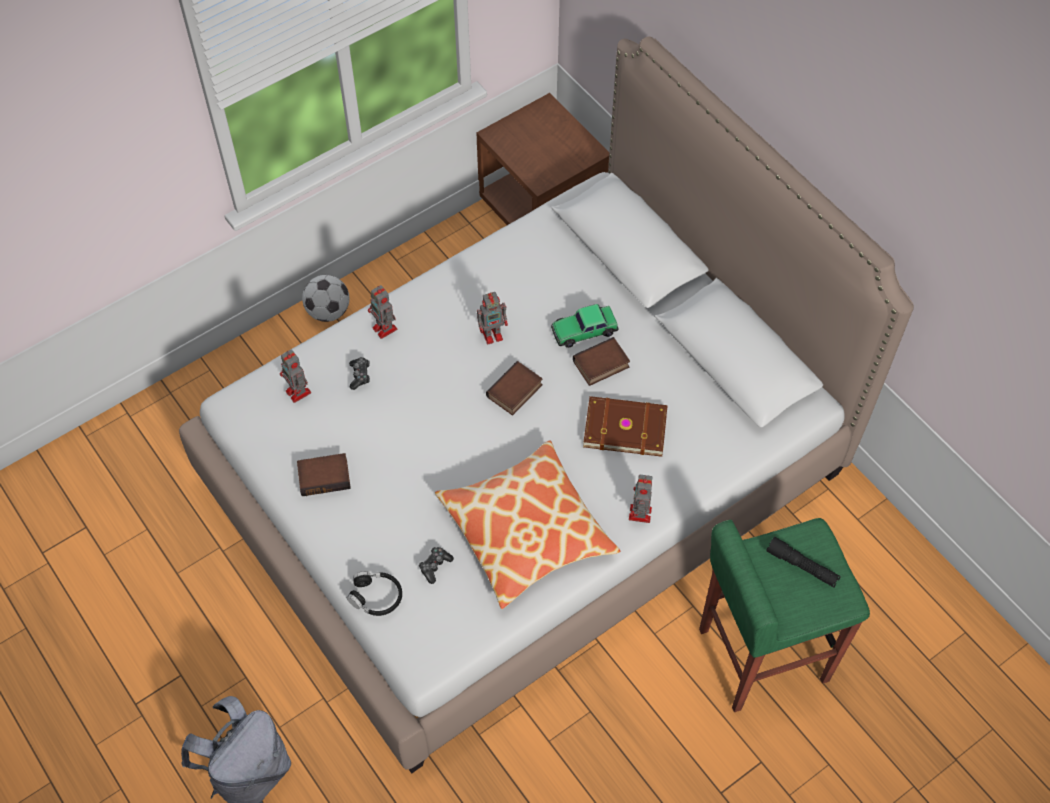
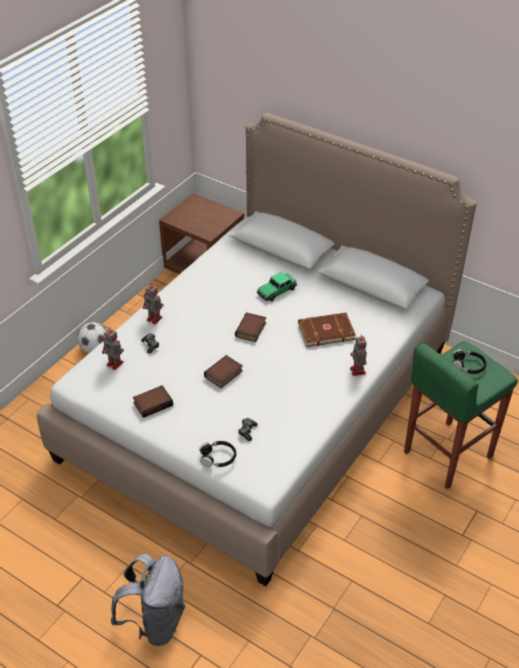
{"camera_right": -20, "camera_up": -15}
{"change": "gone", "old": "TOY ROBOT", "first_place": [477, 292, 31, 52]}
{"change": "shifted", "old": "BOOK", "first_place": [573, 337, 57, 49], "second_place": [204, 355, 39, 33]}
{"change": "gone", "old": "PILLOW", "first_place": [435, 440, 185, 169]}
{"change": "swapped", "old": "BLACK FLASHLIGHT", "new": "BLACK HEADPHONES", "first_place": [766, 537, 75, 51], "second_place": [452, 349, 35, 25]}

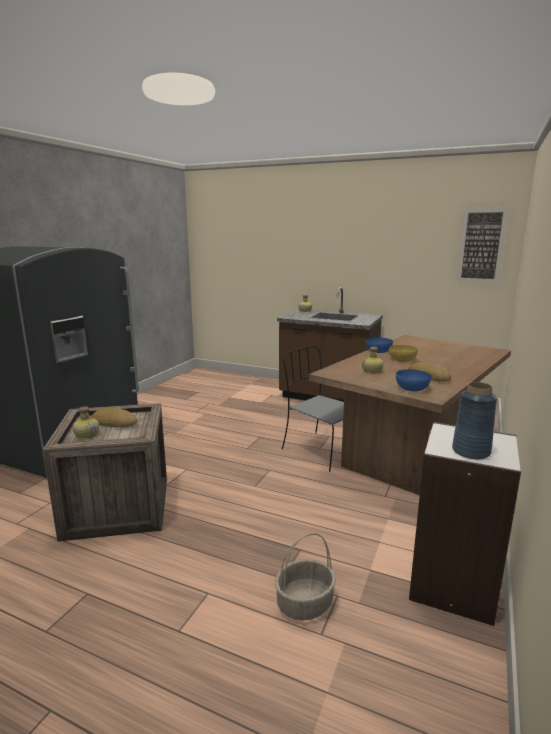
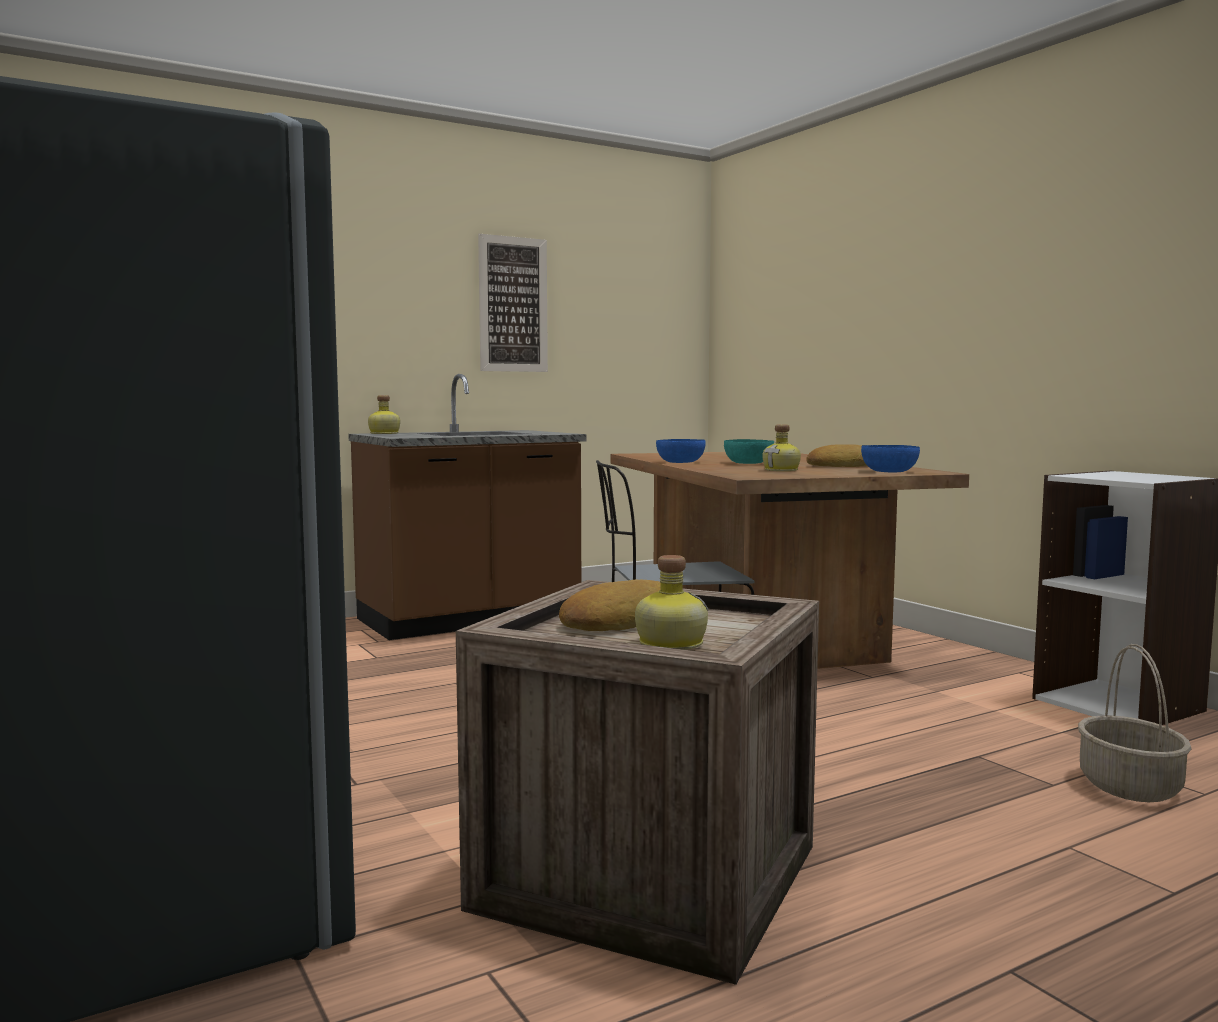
{"camera_right": -55, "camera_up": -10}
{"change": "shifted", "old": "PICTURE", "first_place": [456, 207, 53, 77], "second_place": [478, 234, 70, 138]}
{"change": "repainted", "old": "YELLOW BOWL", "new": "TURQUOISE BOWL", "first_place": [389, 345, 29, 17], "second_place": [724, 439, 50, 25]}
{"change": "gone", "old": "BLUE VASE", "first_place": [452, 382, 45, 77]}

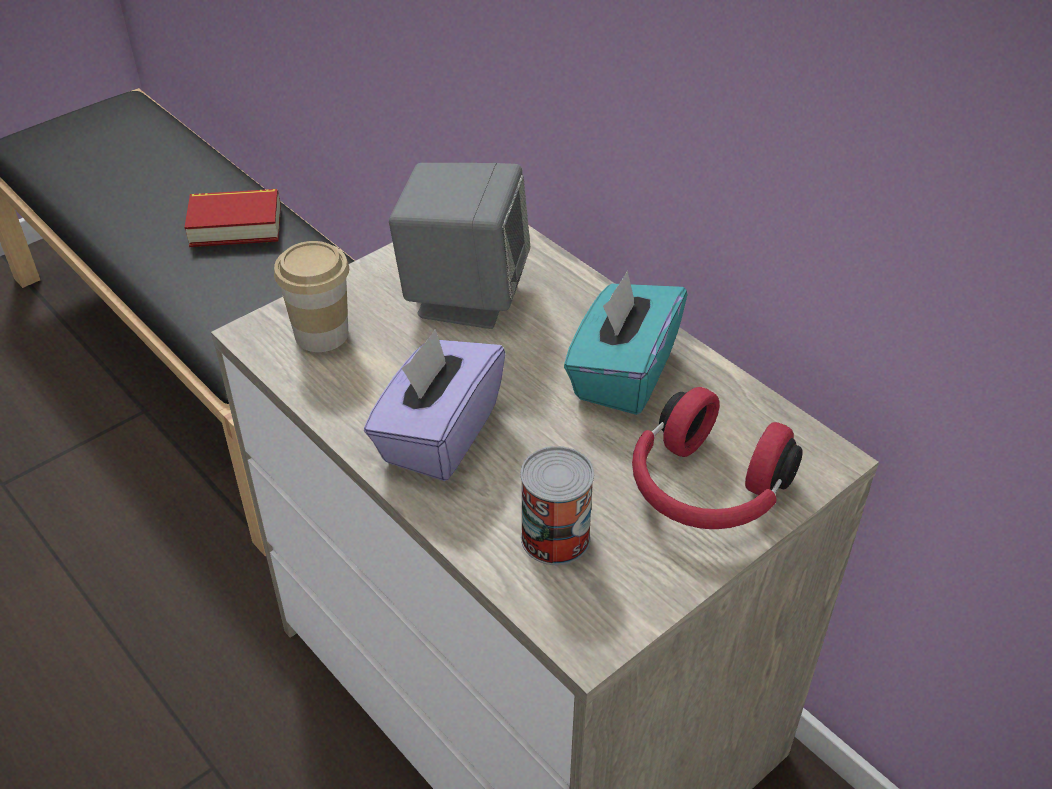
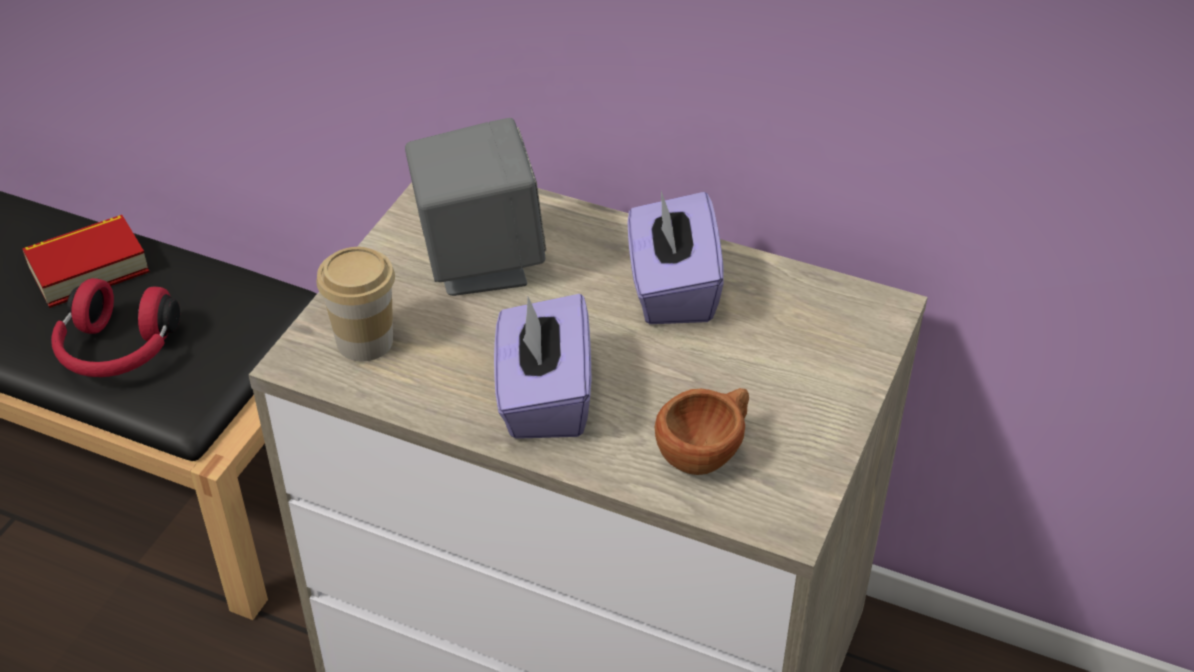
{"camera_right": -25, "camera_up": 0}
{"change": "repainted", "old": "TURQUOISE TISSUE BOX", "new": "PURPLE TISSUE BOX", "first_place": [564, 271, 123, 144], "second_place": [628, 191, 96, 133]}
{"change": "shifted", "old": "RED HEADPHONES", "first_place": [632, 387, 171, 142], "second_place": [51, 278, 129, 99]}
{"change": "swapped", "old": "CAN", "new": "BROWN CUP", "first_place": [521, 446, 73, 119], "second_place": [655, 388, 94, 87]}

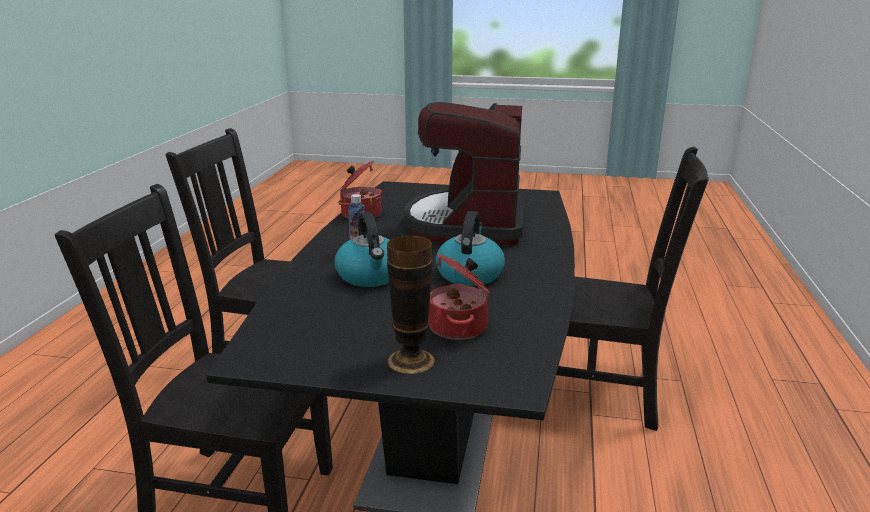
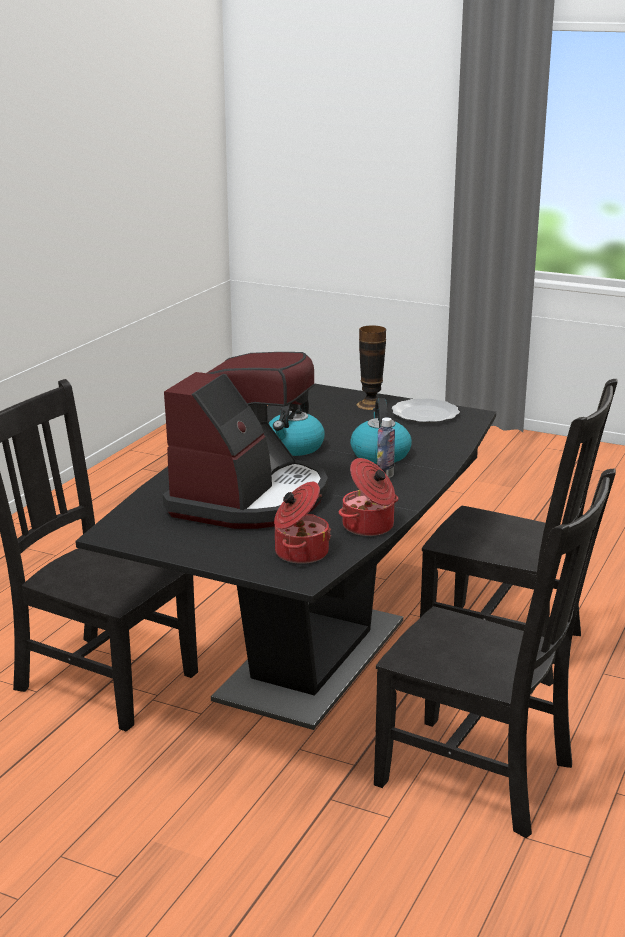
{"camera_right": -165, "camera_up": 0}
{"change": "shifted", "old": "COOKING POT", "first_place": [428, 254, 63, 86], "second_place": [274, 482, 57, 82]}
{"change": "new", "new": "PLATE", "second_place": [392, 399, 68, 24]}

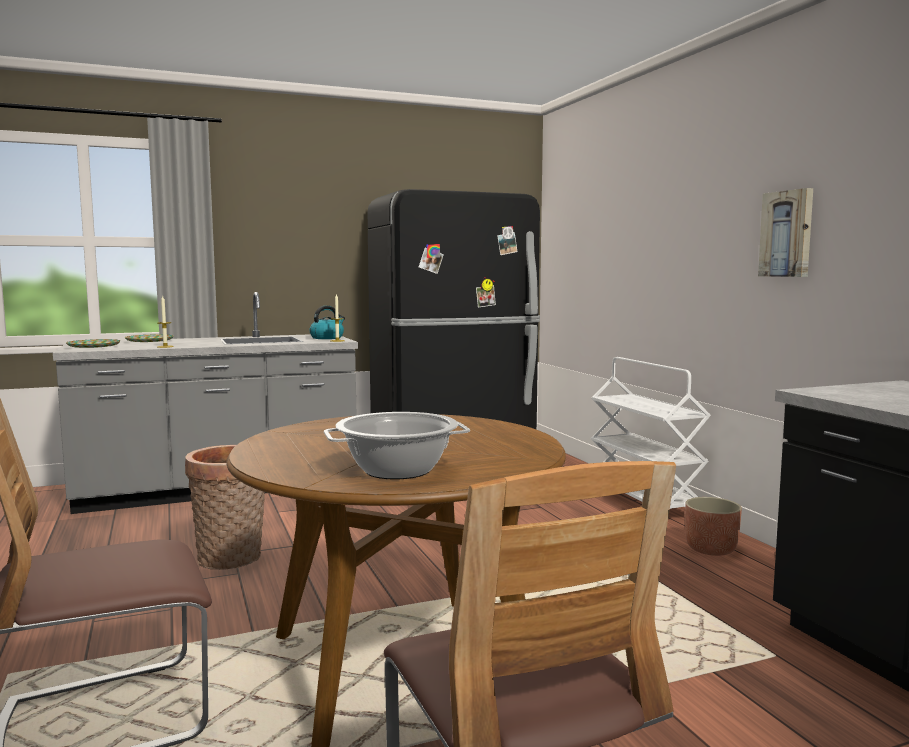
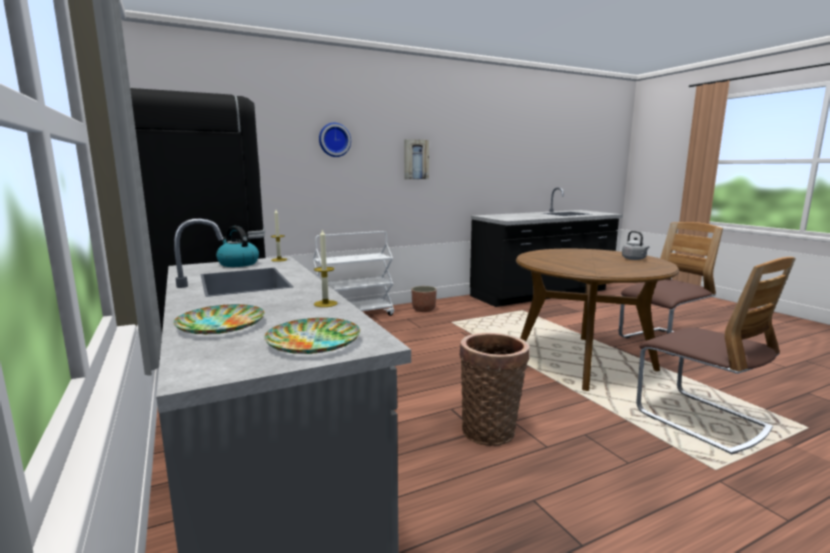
{"camera_right": -95, "camera_up": 5}
{"change": "swapped", "old": "COOKING POT", "new": "GREY KETTLE", "first_place": [324, 412, 146, 67], "second_place": [622, 231, 27, 29]}
{"change": "new", "new": "WALL CLOCK", "second_place": [319, 123, 32, 34]}

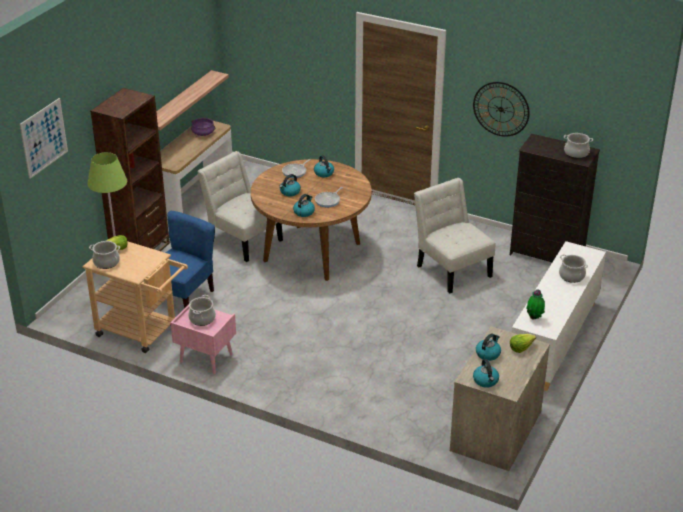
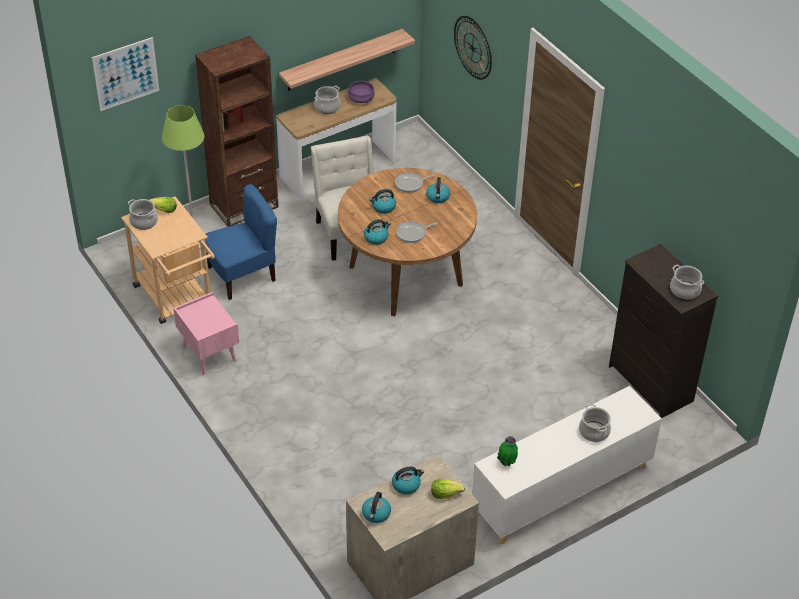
{"camera_right": 30, "camera_up": 10}
{"change": "shifted", "old": "WALL CLOCK", "first_place": [473, 82, 57, 55], "second_place": [454, 16, 38, 64]}
{"change": "gone", "old": "WHITE CHAIR", "first_place": [414, 178, 81, 116]}
{"change": "shifted", "old": "COOKING POT", "first_place": [188, 295, 28, 31], "second_place": [314, 86, 26, 28]}

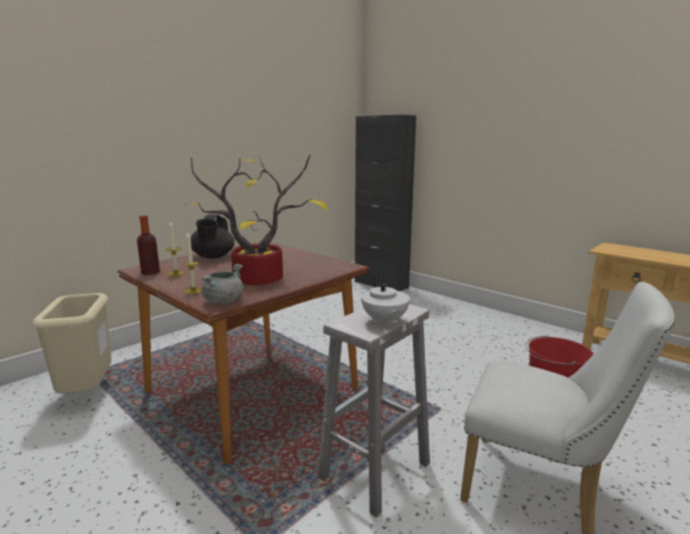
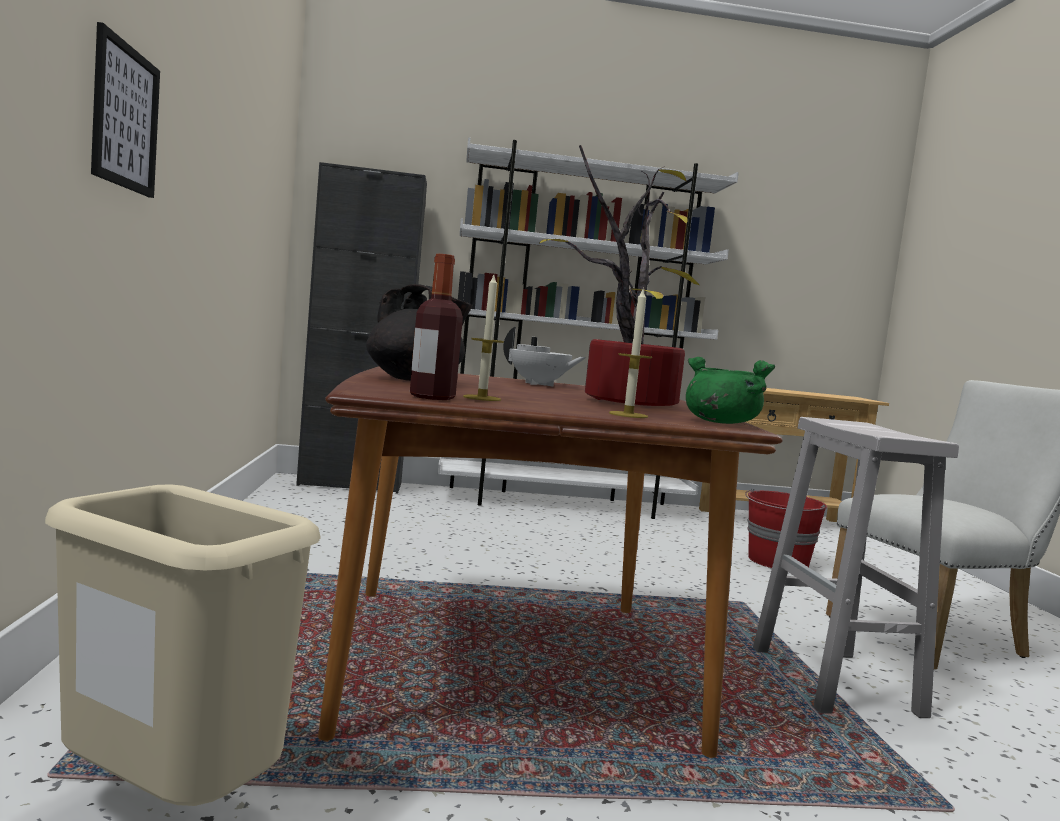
{"camera_right": -50, "camera_up": -10}
{"change": "repainted", "old": "GREY COOKING POT", "new": "GREEN COOKING POT", "first_place": [201, 264, 43, 40], "second_place": [686, 357, 89, 67]}
{"change": "shifted", "old": "WHITE TEAPOT", "first_place": [361, 273, 49, 53], "second_place": [503, 327, 84, 59]}
{"change": "new", "new": "PICTURE", "second_place": [91, 22, 69, 176]}
{"change": "new", "new": "WHITE BOOKCASE", "second_place": [438, 137, 301, 382]}

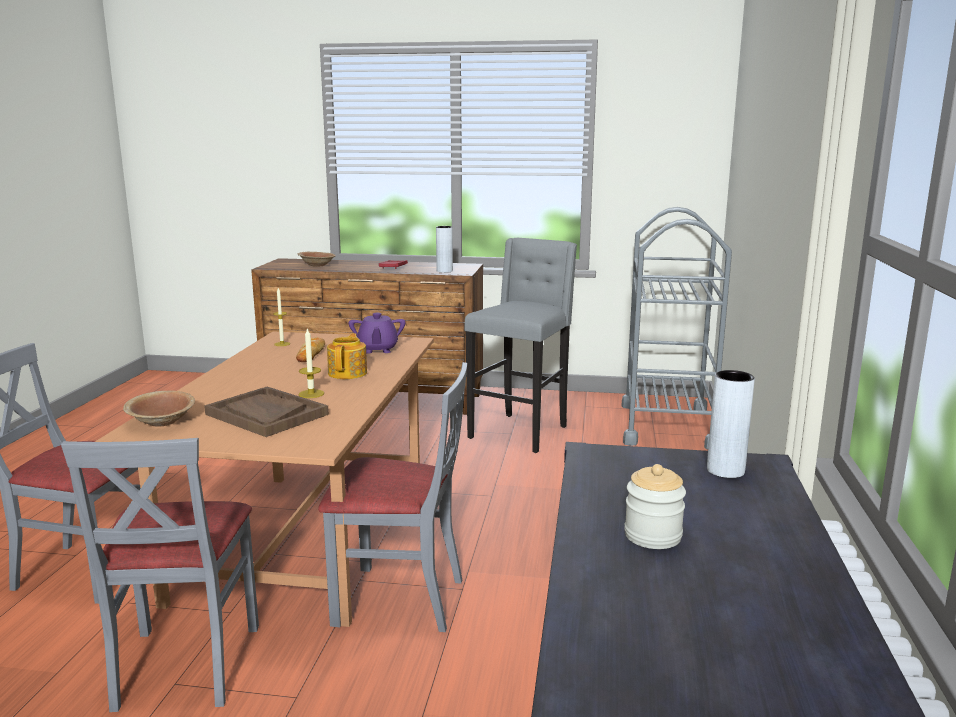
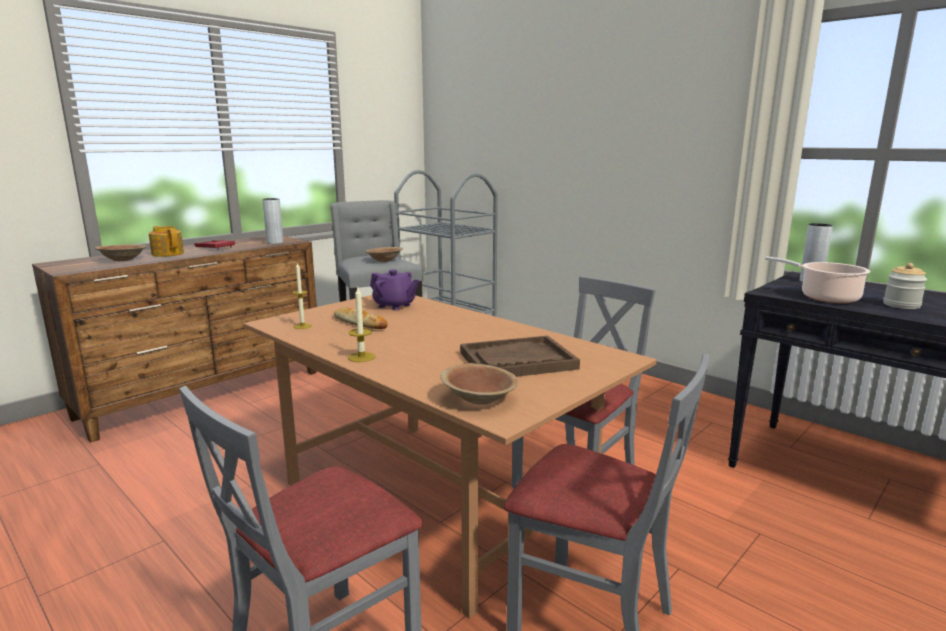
{"camera_right": -55, "camera_up": 0}
{"change": "shifted", "old": "CANDLE", "first_place": [299, 328, 25, 70], "second_place": [348, 288, 27, 74]}
{"change": "shifted", "old": "TEAPOT", "first_place": [327, 333, 40, 46], "second_place": [149, 226, 35, 31]}
{"change": "new", "new": "BROWN BOWL", "second_place": [366, 247, 37, 15]}
{"change": "new", "new": "COOKING POT", "second_place": [765, 256, 106, 47]}

